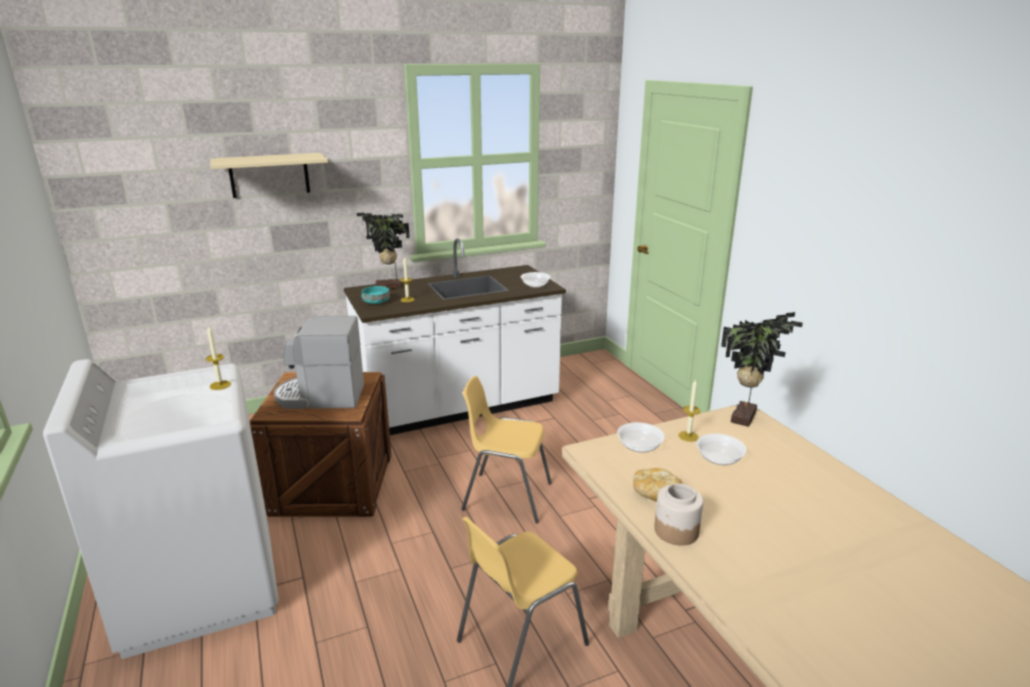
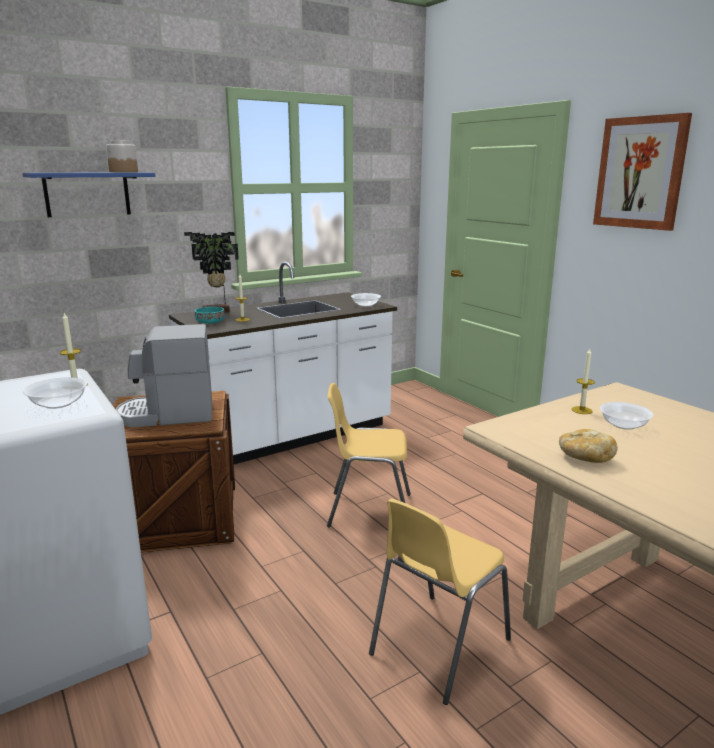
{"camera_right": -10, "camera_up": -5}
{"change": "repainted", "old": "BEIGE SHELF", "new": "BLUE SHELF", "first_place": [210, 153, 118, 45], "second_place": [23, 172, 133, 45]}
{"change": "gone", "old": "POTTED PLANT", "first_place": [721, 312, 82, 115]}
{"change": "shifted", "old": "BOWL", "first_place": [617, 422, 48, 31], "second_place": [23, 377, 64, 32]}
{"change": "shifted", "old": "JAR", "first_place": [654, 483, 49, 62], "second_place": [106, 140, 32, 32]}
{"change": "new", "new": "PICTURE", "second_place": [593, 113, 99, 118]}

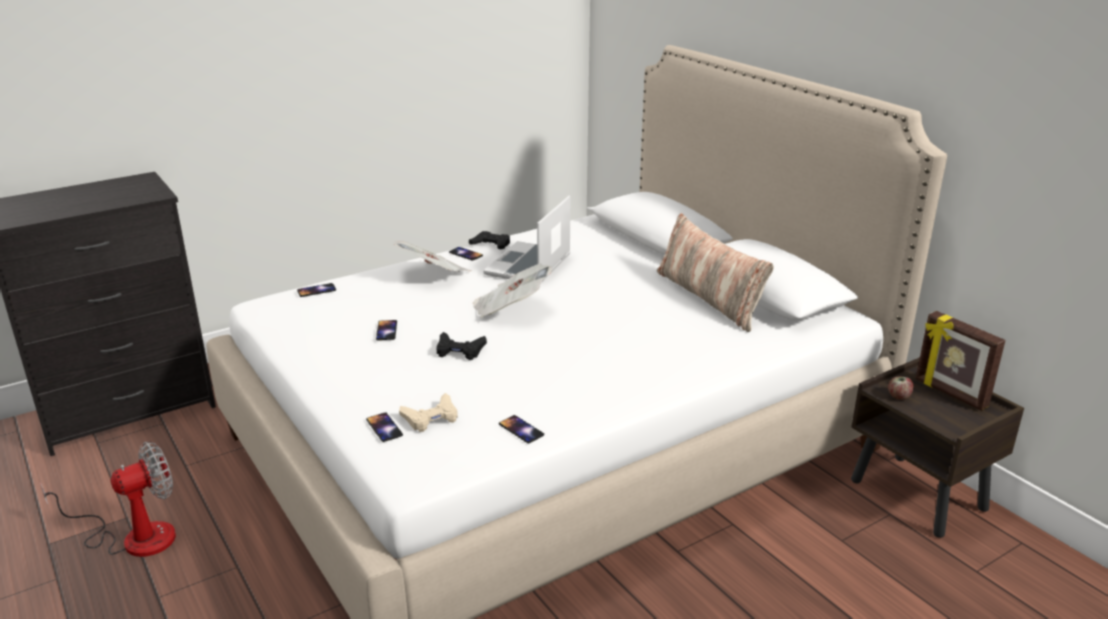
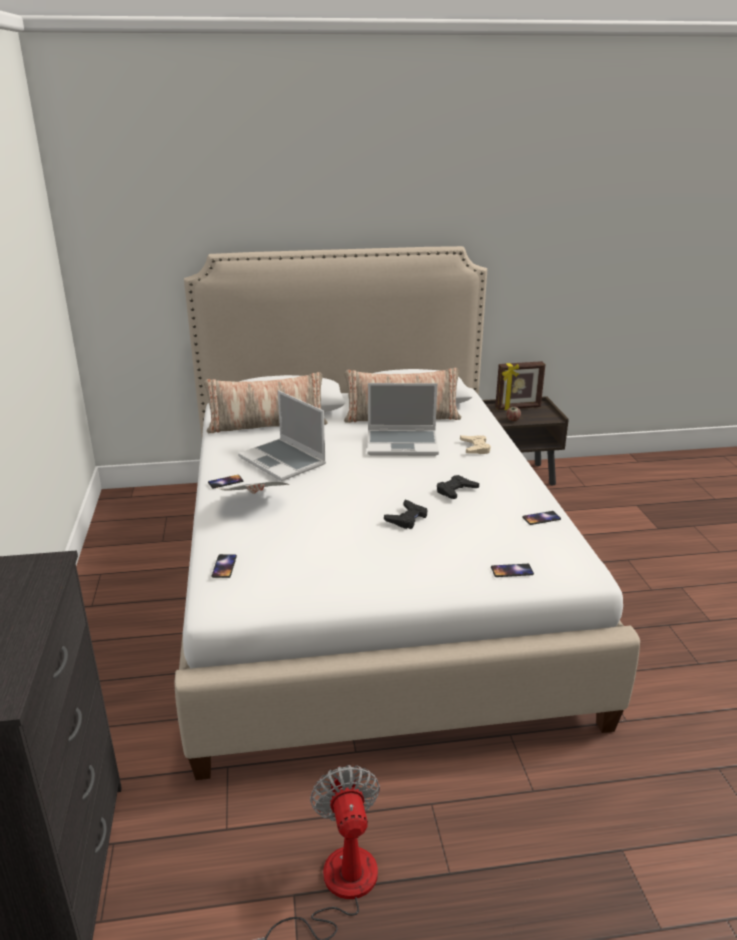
{"camera_right": -65, "camera_up": 0}
{"change": "shifted", "old": "BLACK GAME CONTROLLER", "first_place": [469, 231, 41, 19], "second_place": [437, 475, 42, 24]}
{"change": "gone", "old": "NEWSPAPER", "first_place": [473, 263, 79, 55]}
{"change": "gone", "old": "PHONE", "first_place": [376, 320, 21, 20]}
{"change": "shifted", "old": "BEIGE GAME CONTROLLER", "first_place": [399, 393, 59, 39], "second_place": [460, 435, 31, 19]}
{"change": "new", "new": "PILLOW", "second_place": [204, 372, 124, 61]}
{"change": "new", "new": "LAPTOP", "second_place": [367, 383, 72, 73]}

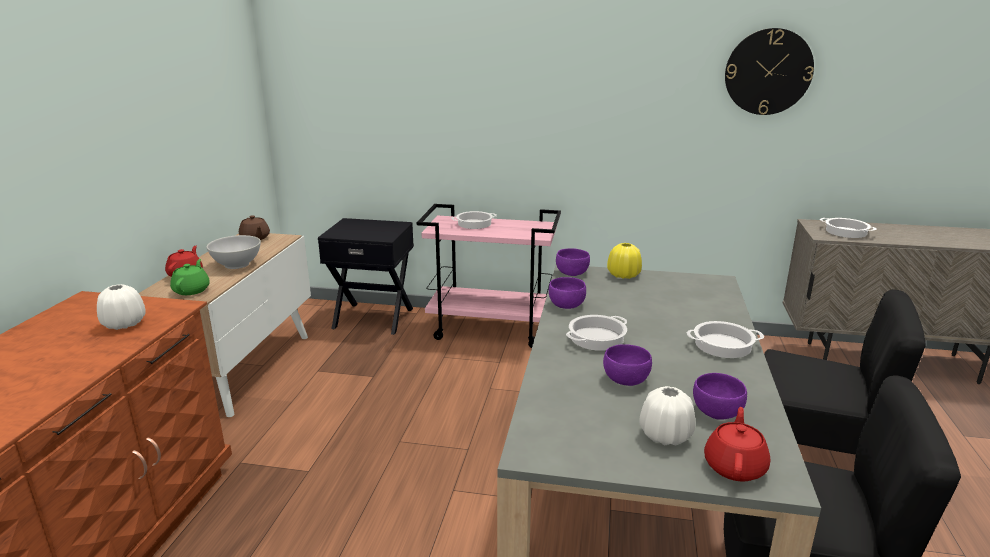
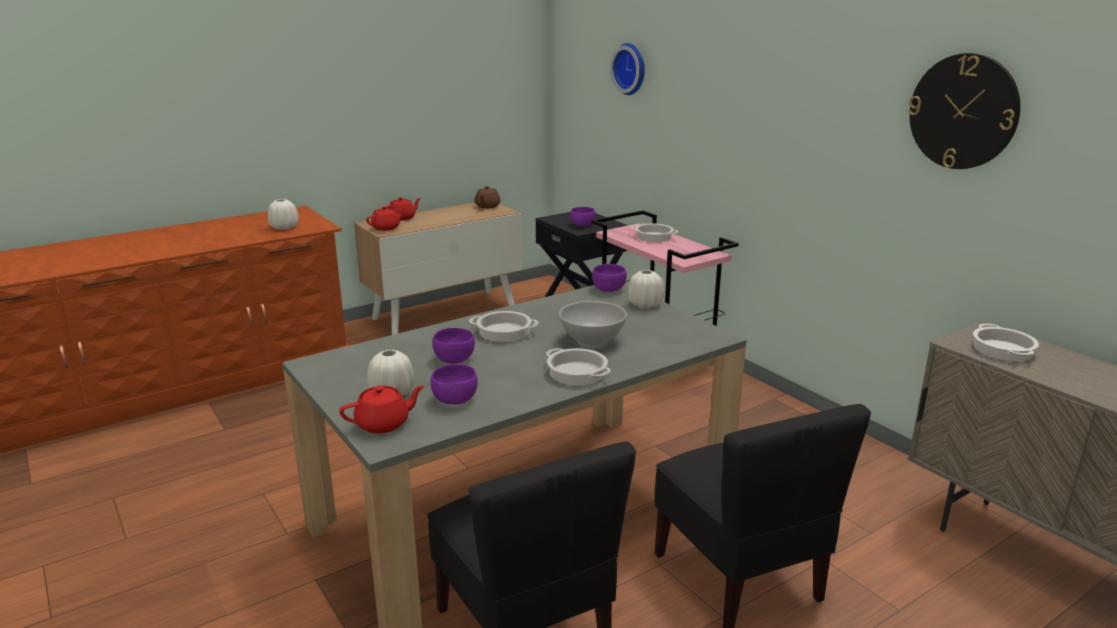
{"camera_right": 45, "camera_up": 0}
{"change": "shifted", "old": "WHITE BOWL", "first_place": [206, 235, 55, 34], "second_place": [559, 301, 68, 46]}
{"change": "repainted", "old": "YELLOW VASE", "new": "WHITE VASE", "first_place": [607, 243, 35, 36], "second_place": [628, 270, 36, 38]}
{"change": "repainted", "old": "GREEN TEAPOT", "new": "RED TEAPOT", "first_place": [170, 259, 40, 36], "second_place": [366, 206, 38, 25]}
{"change": "shifted", "old": "PURPLE BOWL", "first_place": [549, 277, 37, 32], "second_place": [570, 207, 25, 19]}
{"change": "new", "new": "WALL CLOCK", "second_place": [610, 43, 35, 52]}

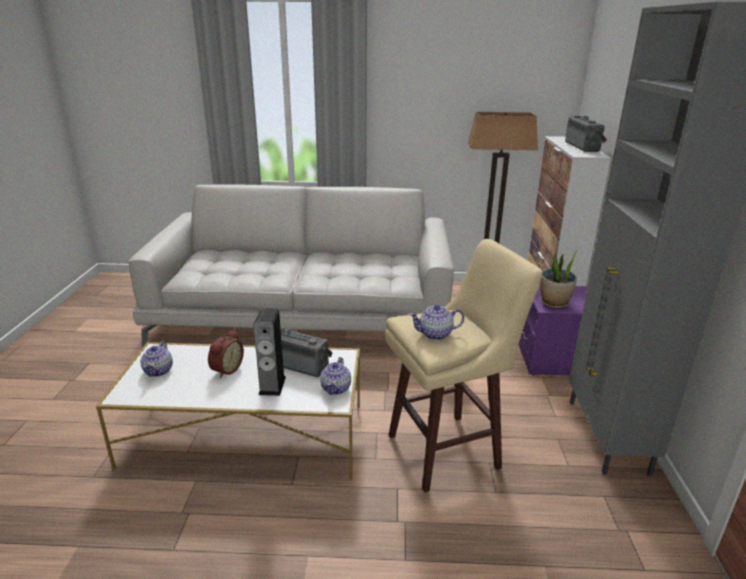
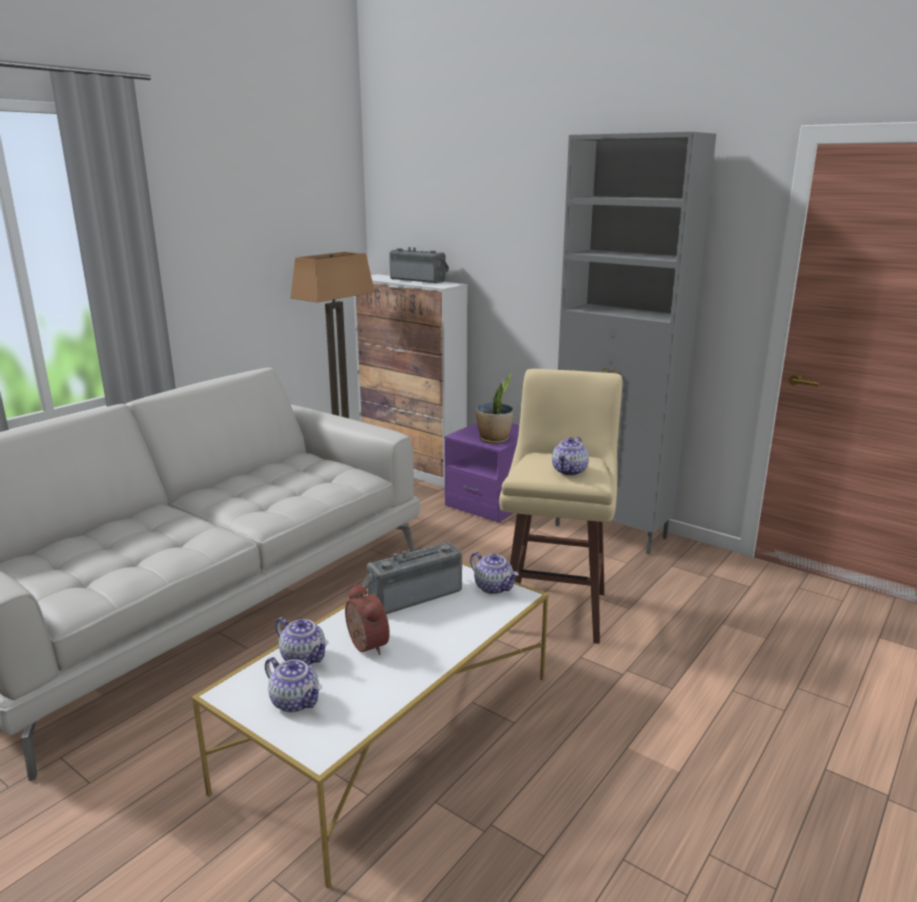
{"camera_right": -55, "camera_up": -5}
{"change": "gone", "old": "SPEAKER", "first_place": [253, 308, 33, 88]}
{"change": "new", "new": "TEAPOT", "second_place": [276, 617, 53, 48]}

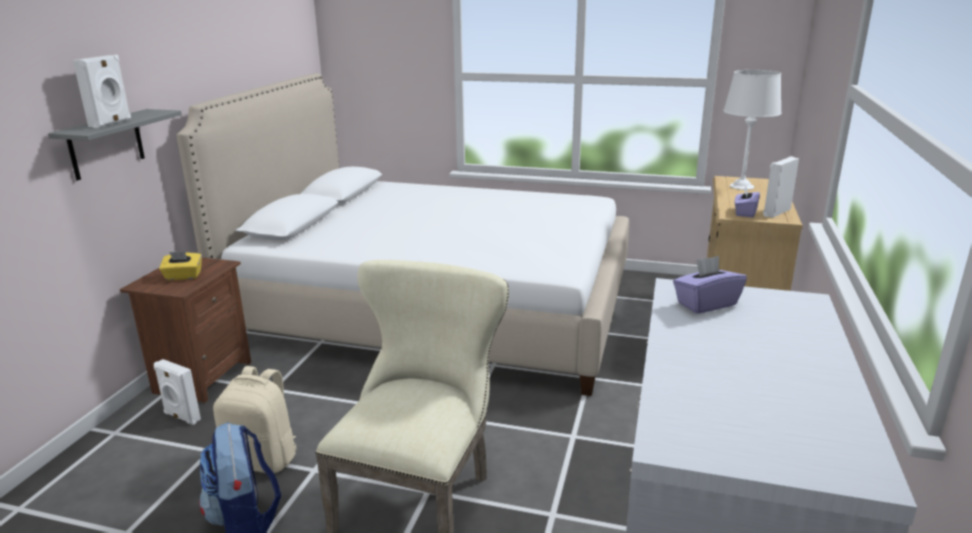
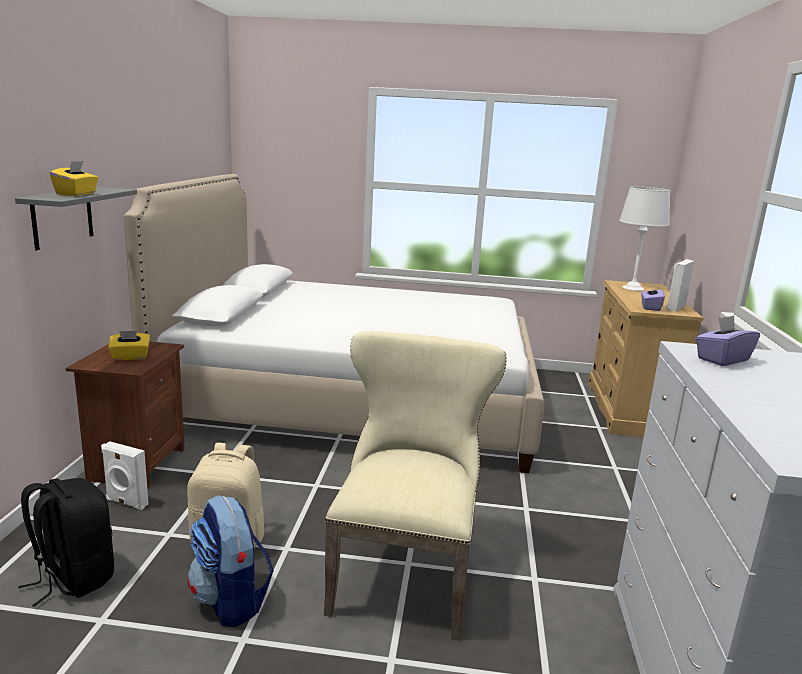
{"camera_right": -10, "camera_up": -5}
{"change": "swapped", "old": "WHITE SPEAKER", "new": "YELLOW TISSUE BOX", "first_place": [73, 55, 58, 73], "second_place": [50, 161, 48, 35]}
{"change": "new", "new": "BLACK BACKPACK", "second_place": [19, 478, 95, 129]}

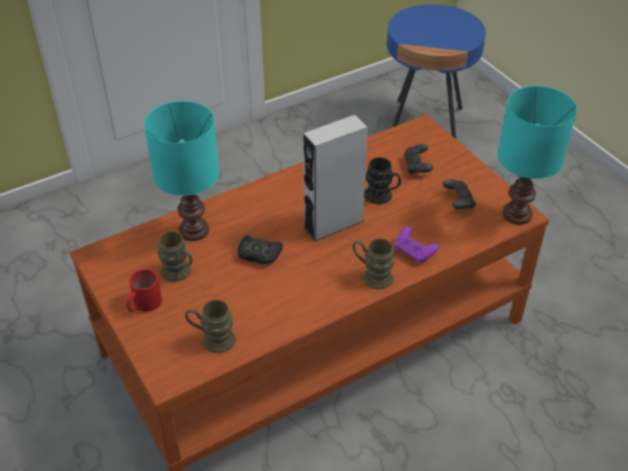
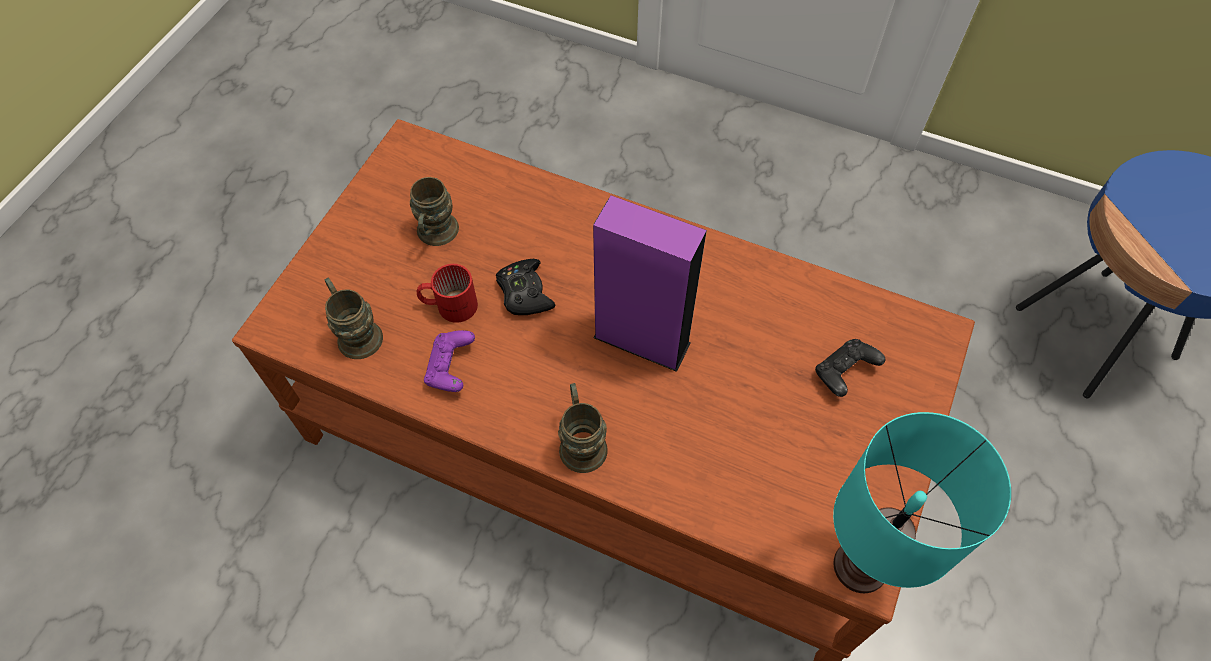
{"camera_right": 55, "camera_up": 15}
{"change": "gone", "old": "TURQUOISE TABLE LAMP", "first_place": [144, 101, 75, 140]}
{"change": "repainted", "old": "GREY SPEAKER", "new": "PURPLE SPEAKER", "first_place": [303, 115, 65, 127], "second_place": [593, 195, 114, 177]}
{"change": "gone", "old": "BLACK MUG", "first_place": [364, 157, 37, 47]}
{"change": "gone", "old": "BLACK GAME CONTROLLER", "first_place": [443, 180, 33, 29]}
{"change": "shifted", "old": "PURPLE GAME CONTROLLER", "first_place": [395, 226, 44, 38], "second_place": [424, 330, 51, 62]}
{"change": "shifted", "old": "RED MUG", "first_place": [126, 269, 36, 43], "second_place": [417, 264, 61, 59]}

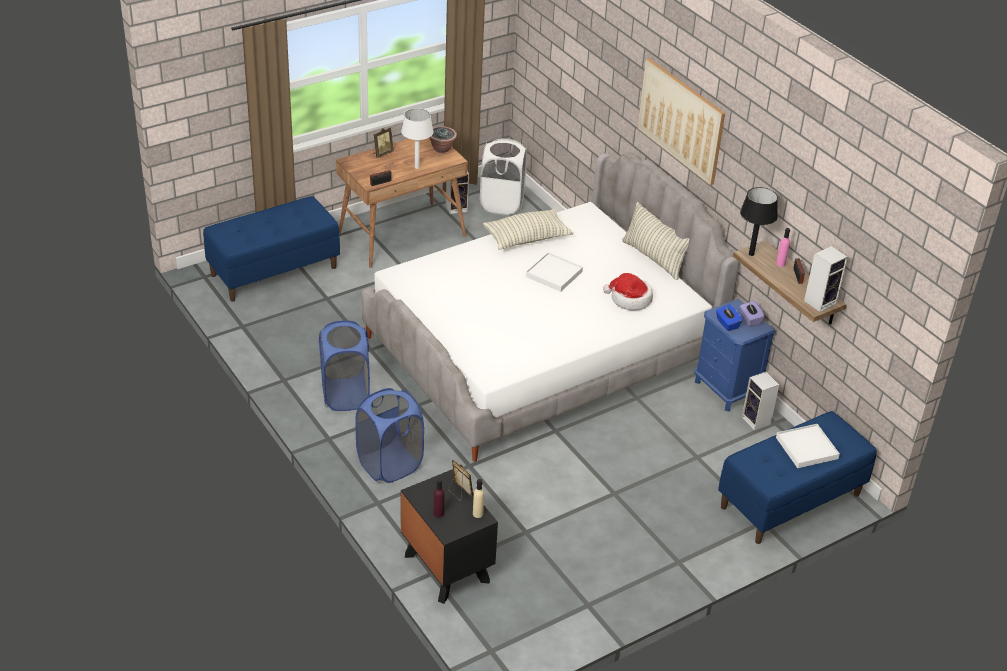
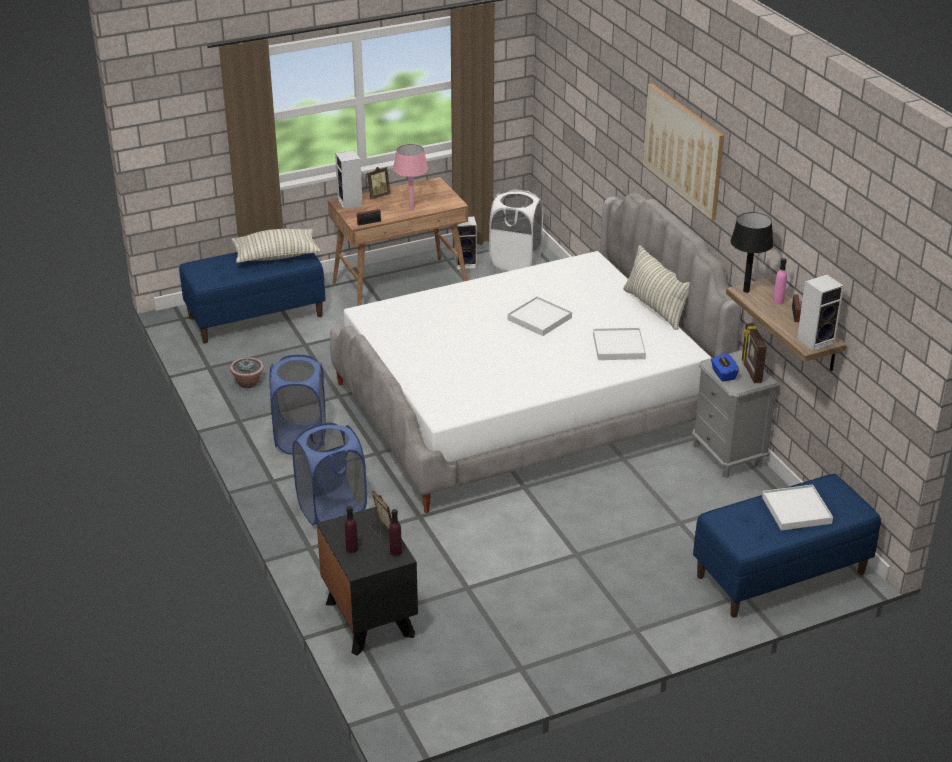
{"camera_right": 10, "camera_up": -5}
{"change": "repainted", "old": "WHITE TABLE LAMP", "new": "PINK TABLE LAMP", "first_place": [401, 108, 32, 61], "second_place": [393, 144, 35, 67]}
{"change": "shifted", "old": "POTTED PLANT", "first_place": [429, 126, 28, 27], "second_place": [230, 357, 34, 31]}
{"change": "shifted", "old": "PILLOW", "first_place": [483, 209, 90, 41], "second_place": [231, 229, 90, 34]}
{"change": "swapped", "old": "HAT", "new": "WHITE TRAY", "first_place": [603, 273, 50, 38], "second_place": [593, 328, 53, 32]}
{"change": "repainted", "old": "BLUE NIGHTSTAND", "new": "GREY NIGHTSTAND", "first_place": [694, 299, 82, 113], "second_place": [692, 350, 86, 128]}
{"change": "swapped", "old": "PURPLE TISSUE BOX", "new": "PICTURE FRAME", "first_place": [740, 301, 25, 26], "second_place": [742, 323, 25, 60]}
{"change": "shifted", "old": "SPEAKER", "first_place": [742, 372, 37, 59], "second_place": [335, 150, 28, 59]}
{"change": "repainted", "old": "BEIGE BOTTLE", "new": "PURPLE BOTTLE", "first_place": [473, 479, 11, 39], "second_place": [389, 509, 13, 47]}

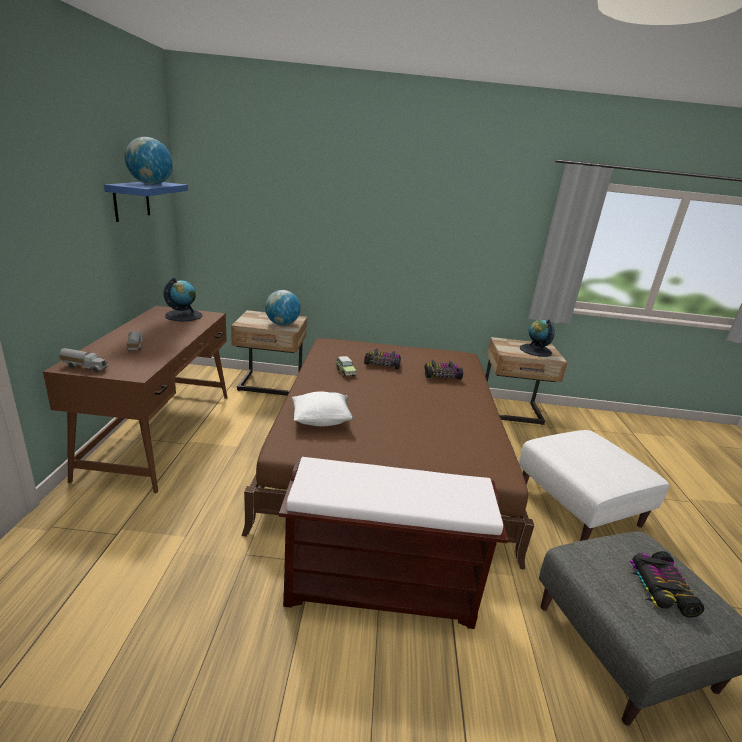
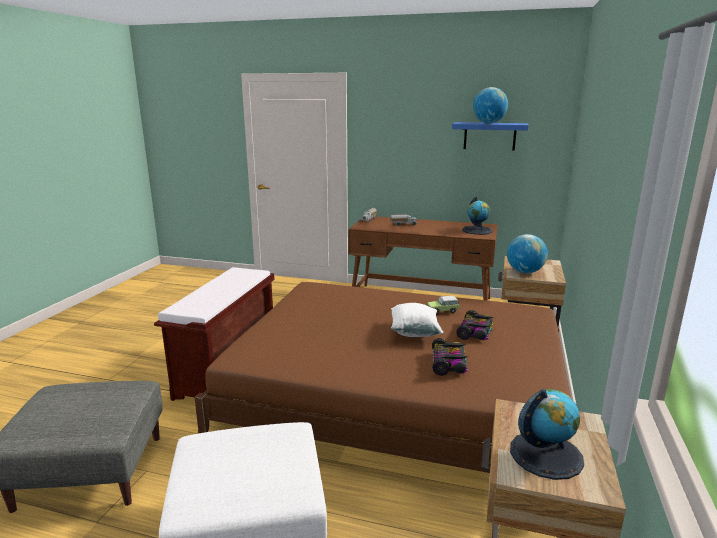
{"camera_right": 105, "camera_up": -5}
{"change": "shifted", "old": "WHITE PILLOW", "first_place": [292, 392, 62, 34], "second_place": [391, 303, 52, 34]}
{"change": "gone", "old": "TOY CAR", "first_place": [630, 551, 74, 67]}

